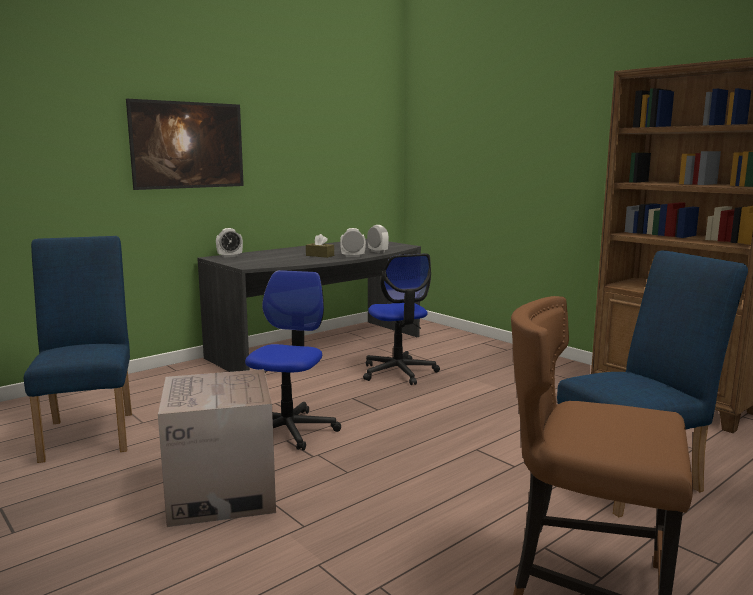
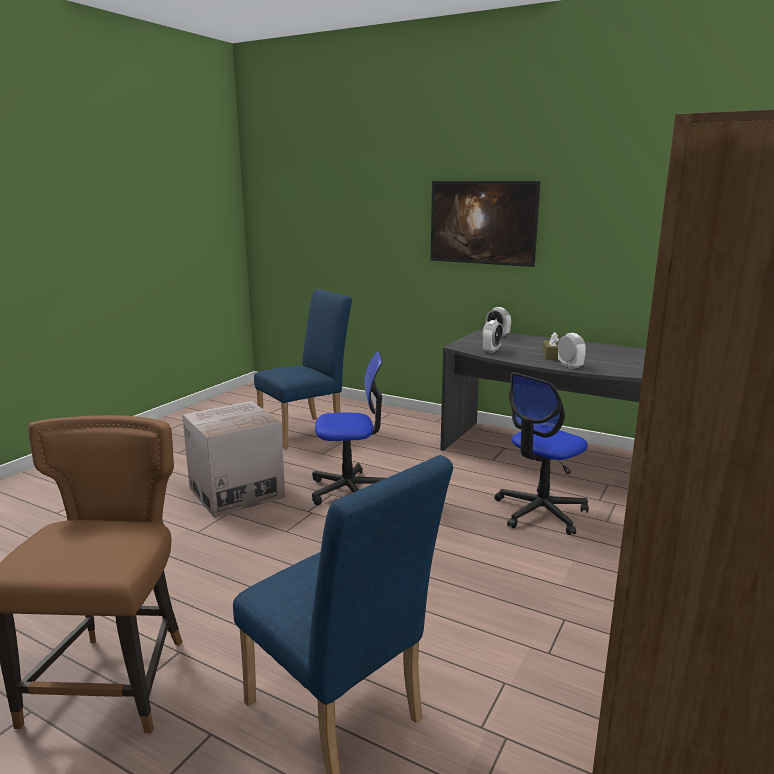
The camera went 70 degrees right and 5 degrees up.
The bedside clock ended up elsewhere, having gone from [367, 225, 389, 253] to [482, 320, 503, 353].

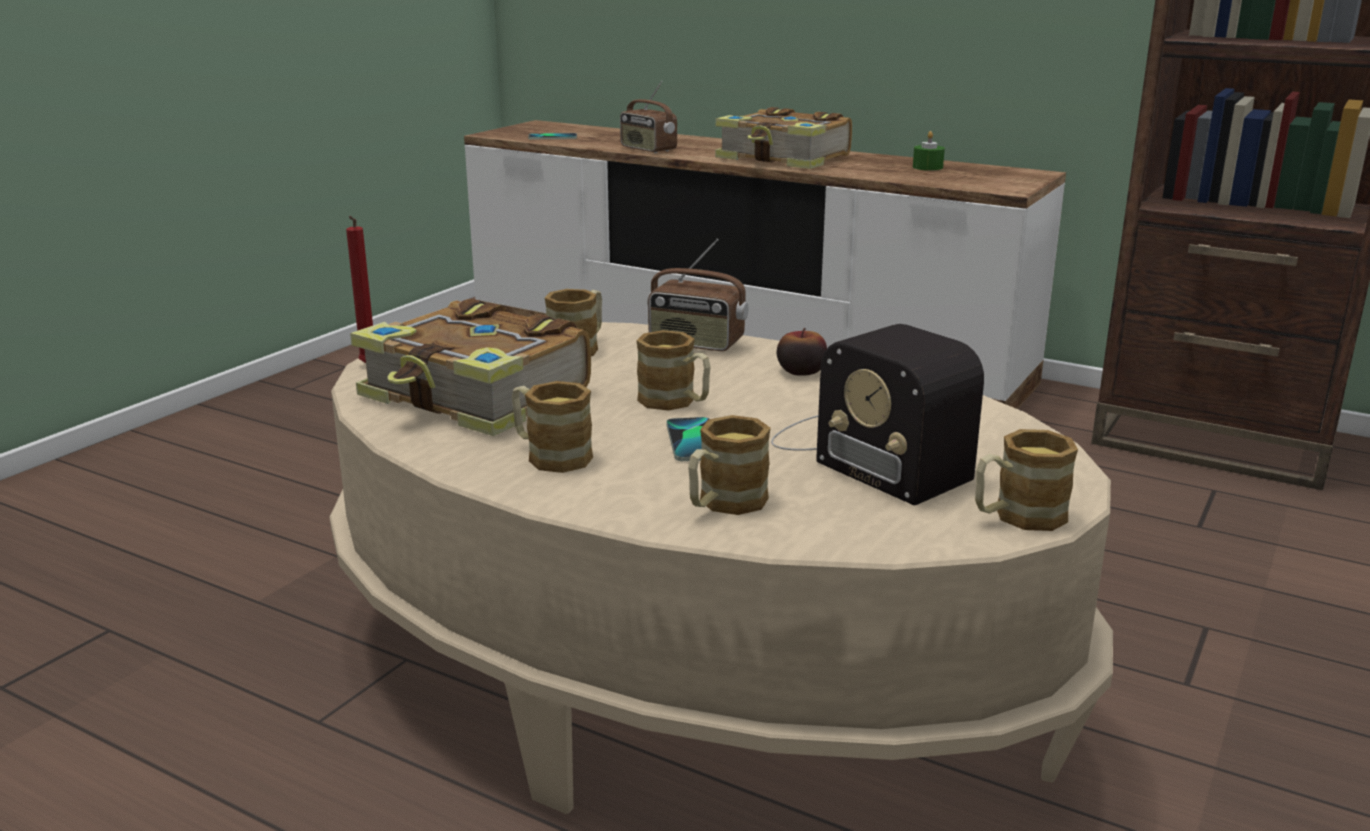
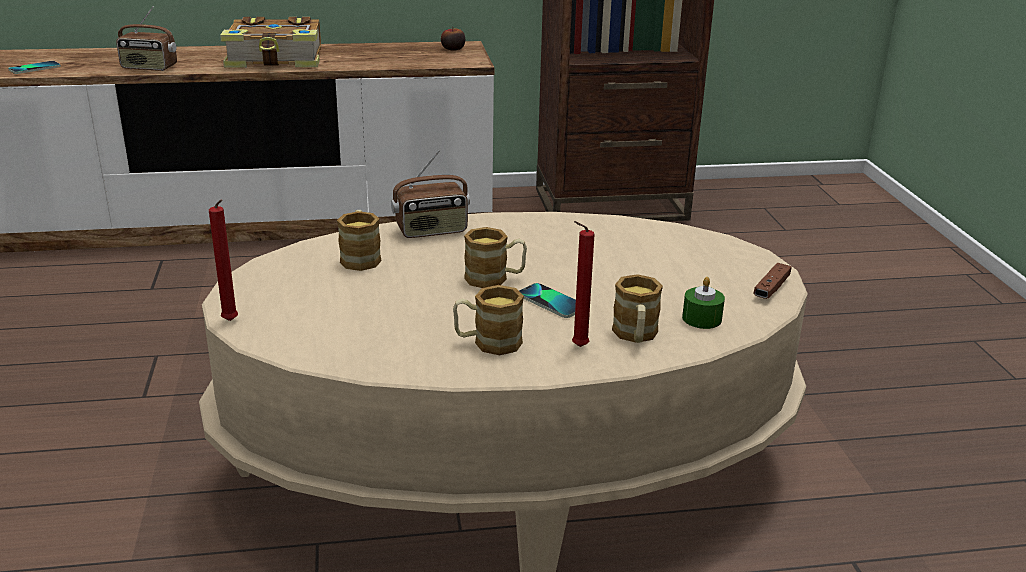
The camera went 40 degrees left and 5 degrees up.
The second view lost the bound book at [350, 298, 591, 436].
The second view lost the radio at [771, 324, 984, 505].
The whole apple ended up elsewhere, having gone from [777, 328, 827, 376] to [441, 27, 465, 51].
The green wax light ended up elsewhere, having gone from [913, 131, 945, 171] to [682, 277, 725, 329].
Where the tea mug stood at [975, 429, 1078, 531], the brown-coloured joypad came to stand at [753, 263, 792, 299].
The second view gained the red wax light at [572, 221, 595, 347].

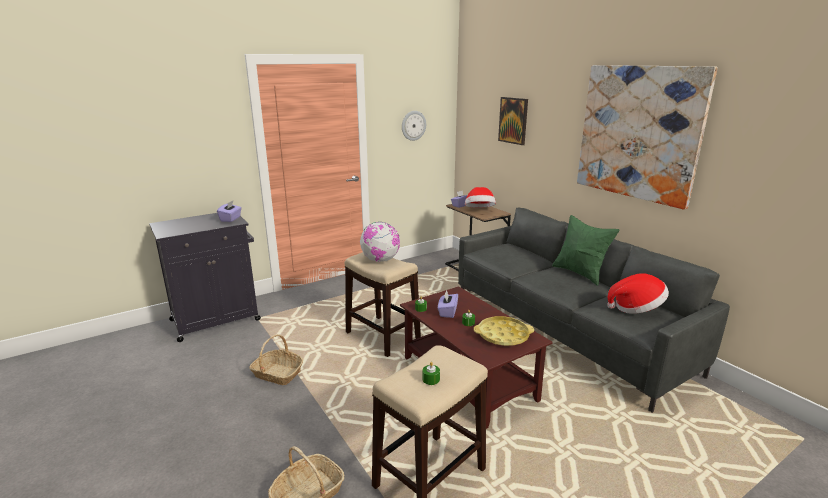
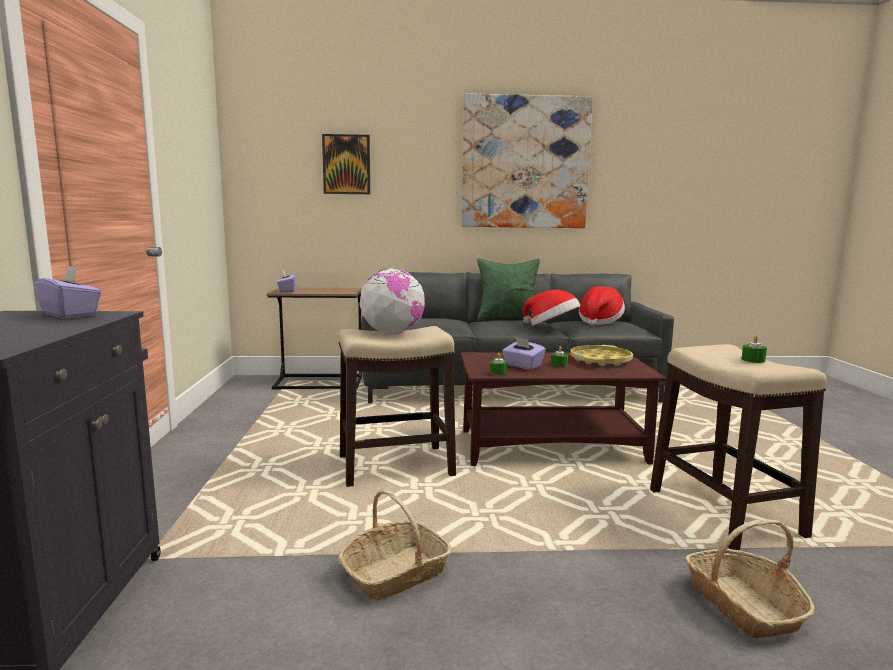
The camera went 60 degrees left and 10 degrees down.
The second view lost the clock on the wall at [402, 111, 426, 141].
The hat ended up elsewhere, having gone from [465, 187, 496, 208] to [523, 290, 580, 326].

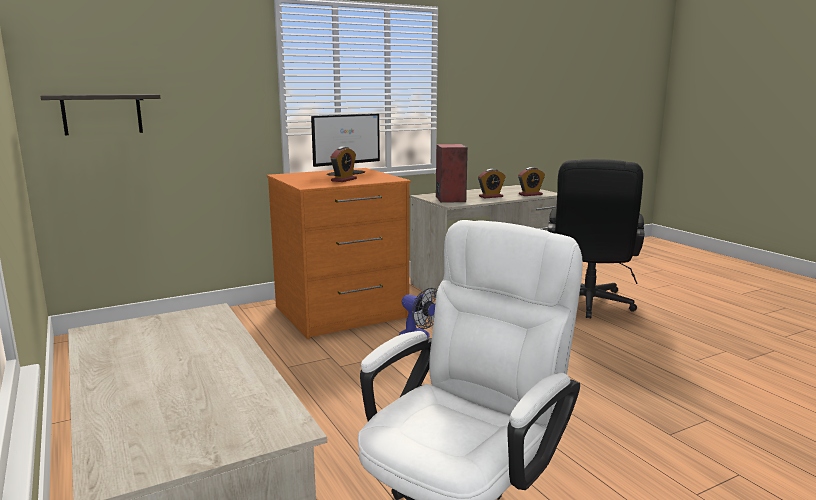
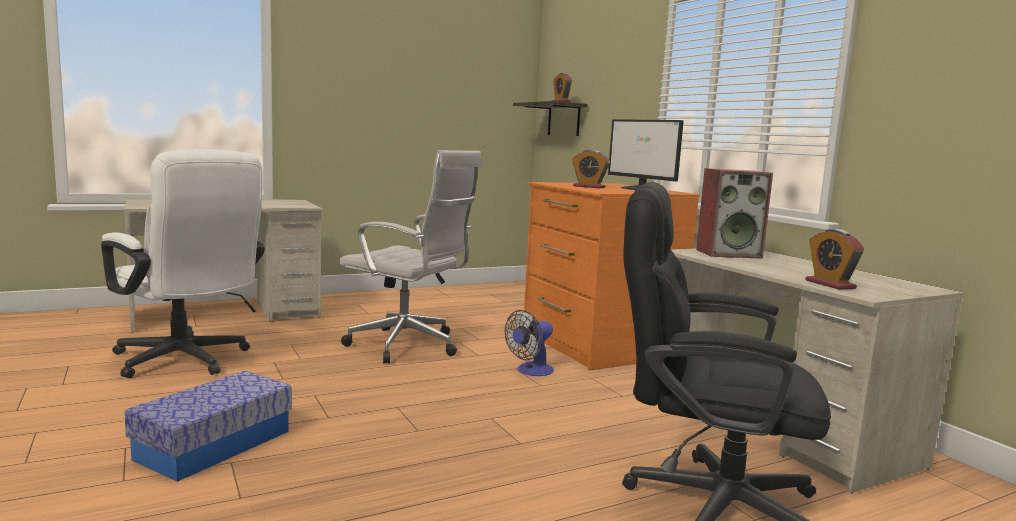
The camera went 90 degrees right and 5 degrees down.
The bedside clock ended up elsewhere, having gone from [478, 169, 506, 198] to [551, 73, 572, 102].
The second view gained the storage box at [124, 371, 292, 482].
The second view gained the whitish computer chair at [339, 150, 482, 364].

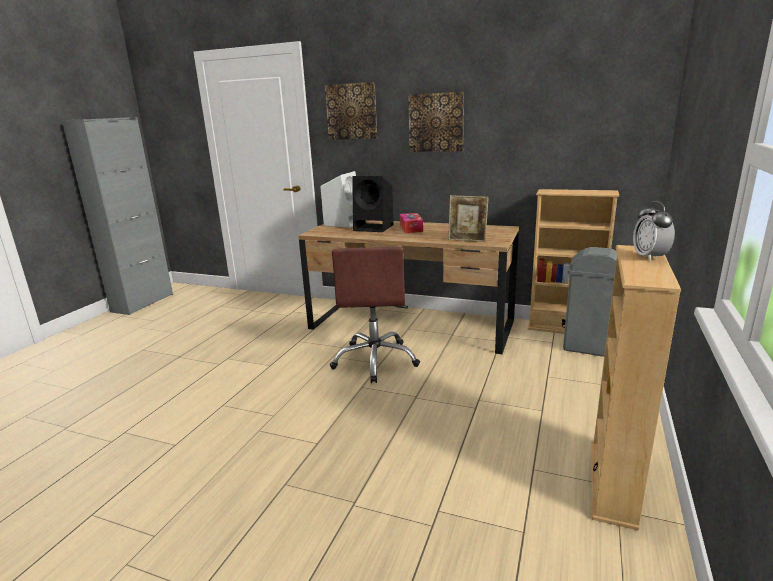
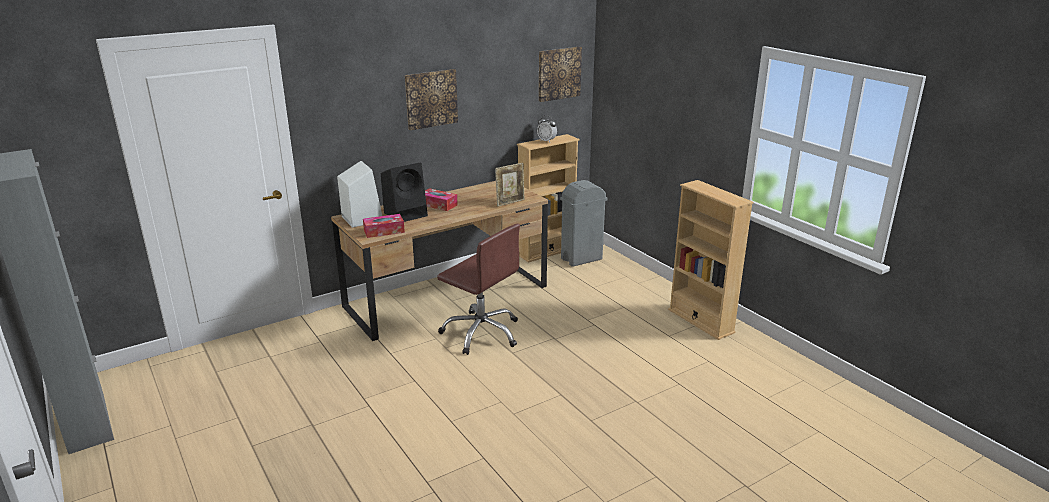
The camera went 55 degrees left and 5 degrees up.
The picture ended up elsewhere, having gone from [325, 82, 377, 140] to [539, 47, 582, 102].
The bedside clock ended up elsewhere, having gone from [633, 201, 675, 261] to [537, 115, 557, 142].
The second view gained the tissue box at [363, 214, 405, 238].

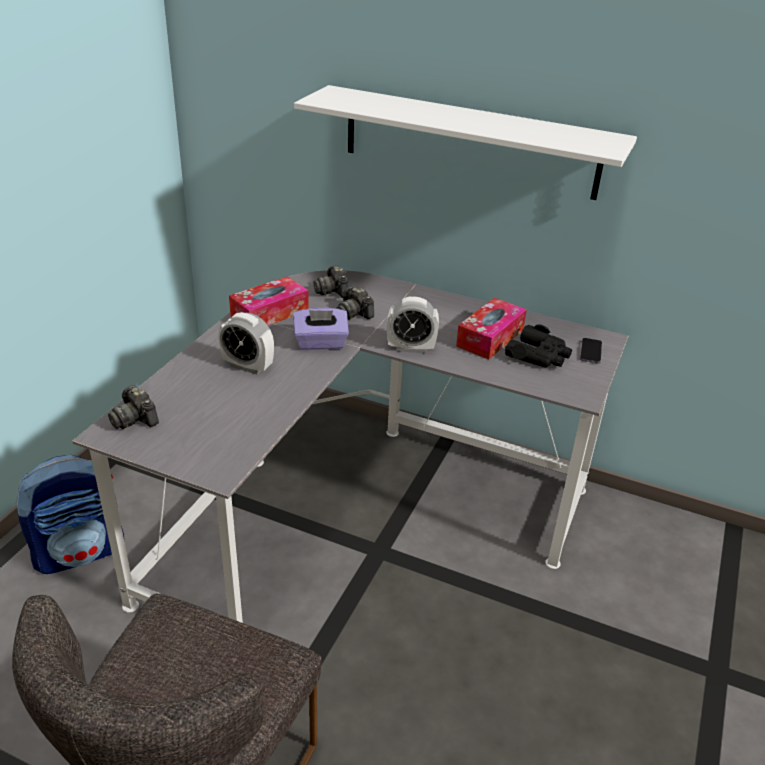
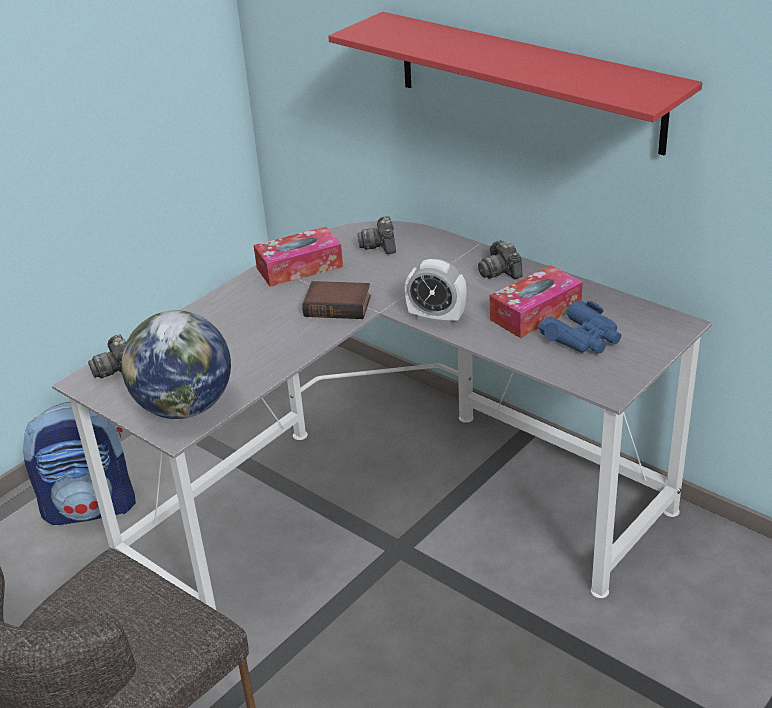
The camera went 20 degrees right and 0 degrees up.
The second view lost the bedside clock at [218, 312, 274, 374].
Where the purple tissue box stood at [293, 308, 349, 350], the bound book came to stand at [302, 281, 371, 319].
What was the whitish wall shelf at [294, 85, 637, 200] turned into the red wall shelf at [328, 12, 702, 155].
The still camera ended up elsewhere, having gone from [336, 287, 374, 320] to [478, 240, 523, 279].
What was the blackish binoculars at [505, 324, 572, 367] turned into the blue binoculars at [539, 300, 622, 354].
The second view lost the telephone at [580, 338, 602, 363].
The second view gained the desk globe at [121, 310, 231, 419].

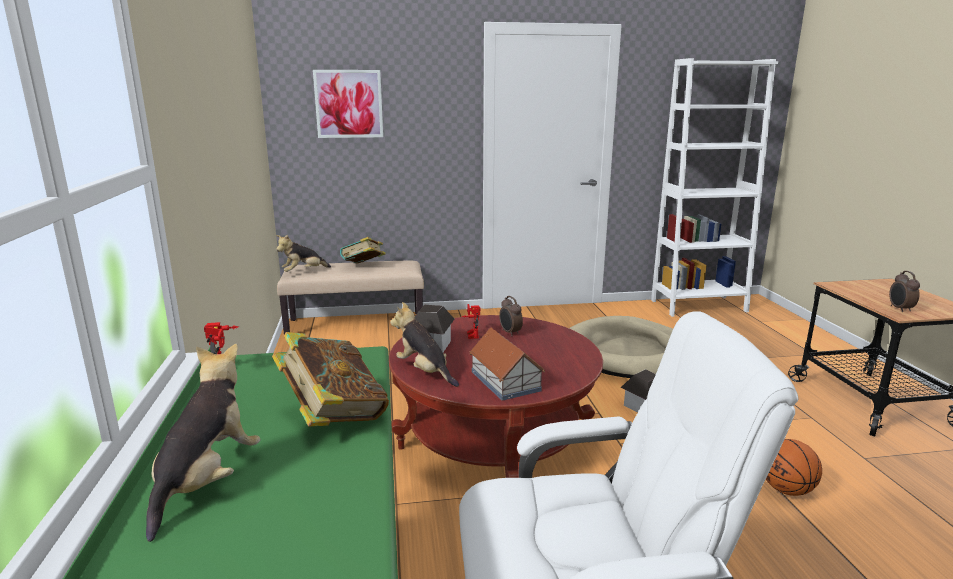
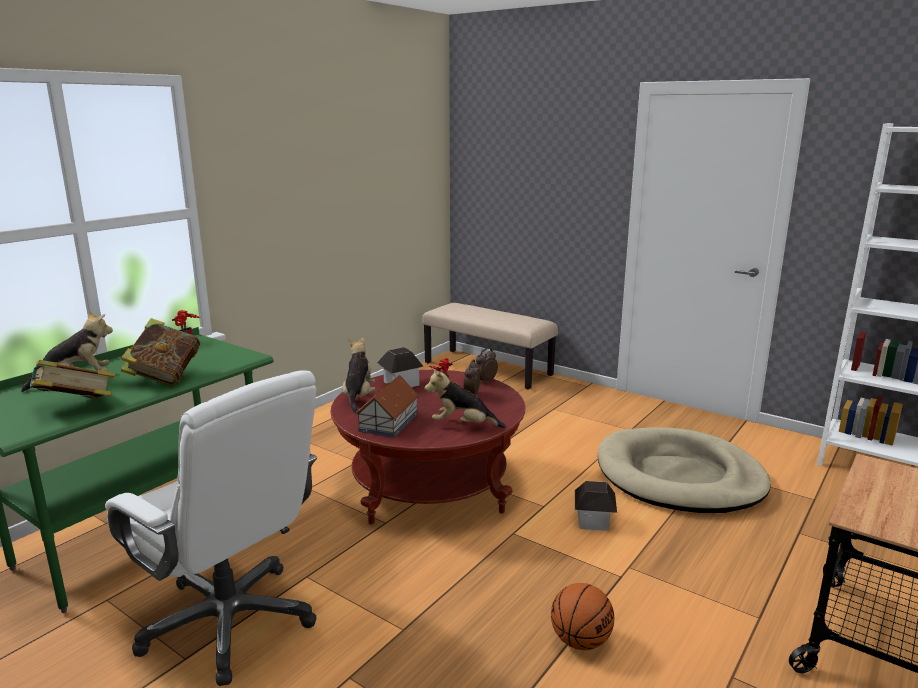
The camera went 45 degrees right and 0 degrees up.
The cuddly toy ended up elsewhere, having gone from [276, 235, 331, 272] to [424, 368, 506, 428].
The second view lost the picture at [313, 70, 383, 138].
The bound book ended up elsewhere, having gone from [340, 237, 386, 264] to [23, 360, 116, 398].
The bedside clock ended up elsewhere, having gone from [889, 271, 920, 312] to [476, 348, 498, 384].

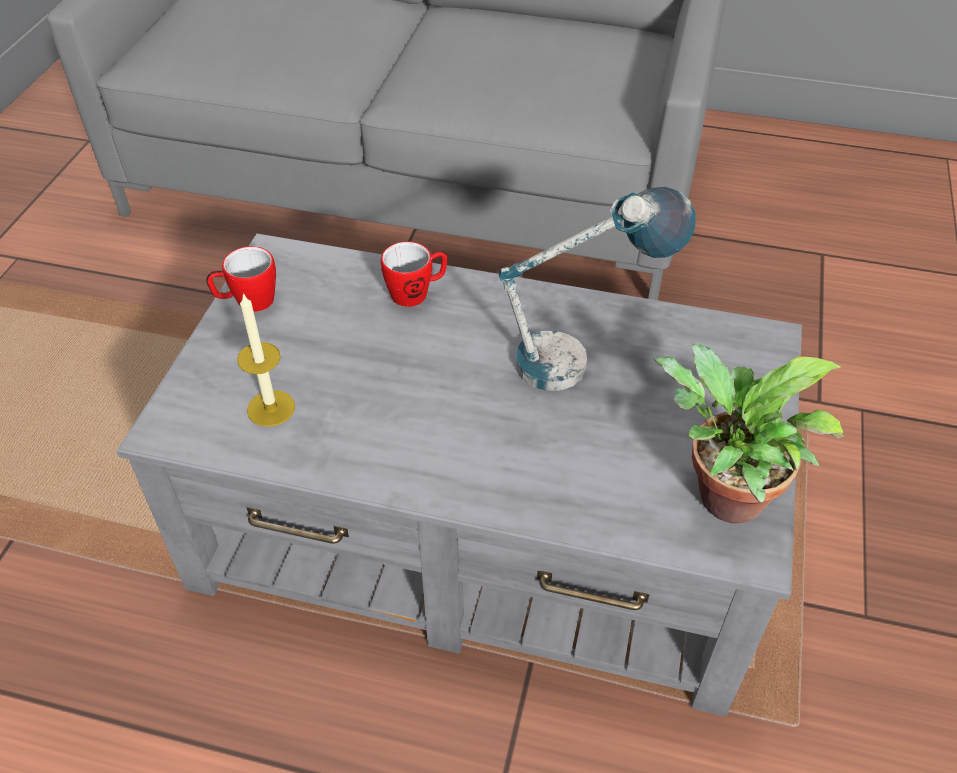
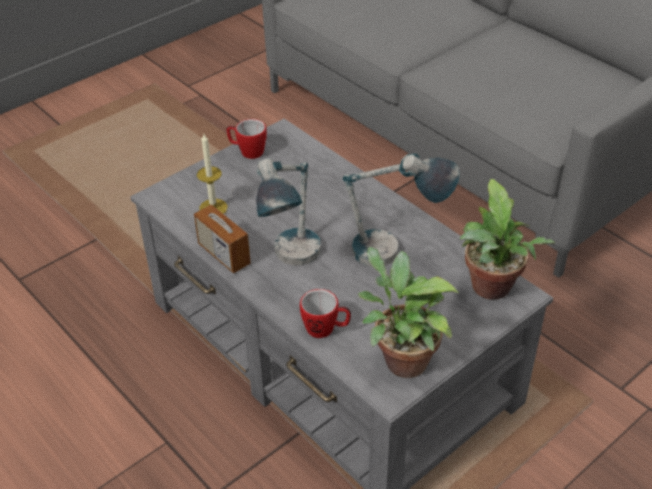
The camera went 35 degrees right and 5 degrees down.
The tea mug ended up elsewhere, having gone from [381, 241, 447, 307] to [300, 289, 351, 338].
The second view gained the radio at [194, 186, 251, 273].
The second view gained the lamp for a table at [256, 158, 321, 265].
The second view gained the potted plant at [460, 179, 555, 300].

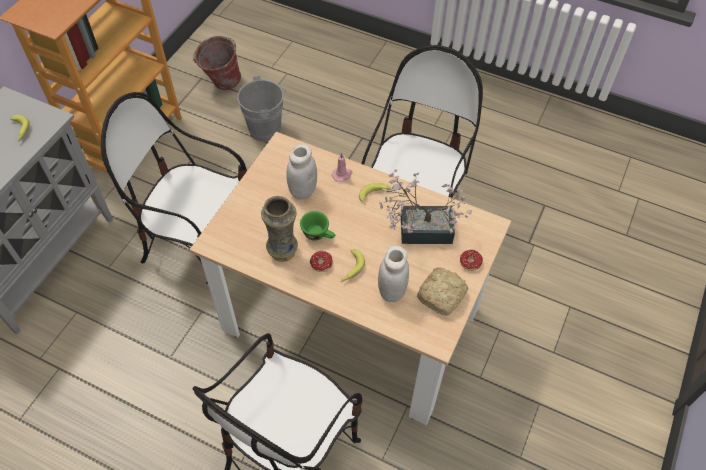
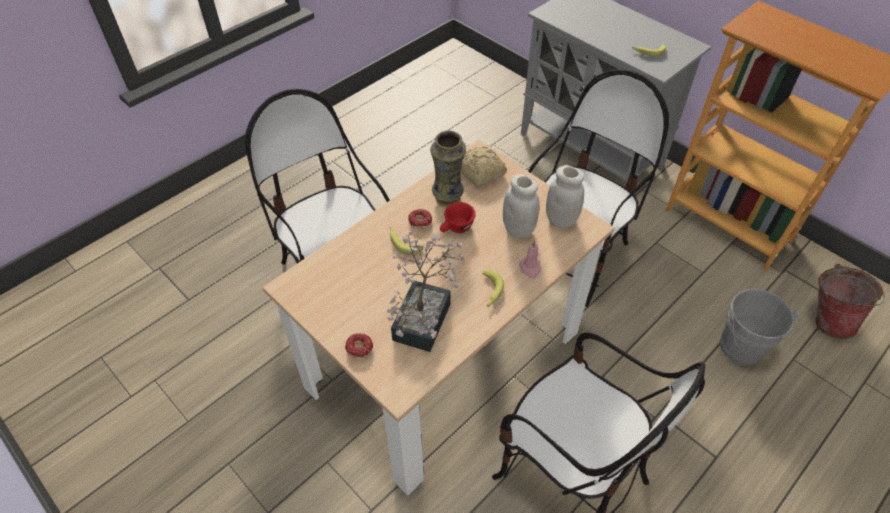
The camera went 110 degrees right and 5 degrees down.
What was the green small cup at [300, 211, 335, 241] turned into the red small cup at [440, 202, 476, 233].
The whitish jar ended up elsewhere, having gone from [378, 246, 409, 302] to [546, 165, 584, 228].
The baked bread ended up elsewhere, having gone from [417, 267, 468, 316] to [461, 147, 507, 187].

